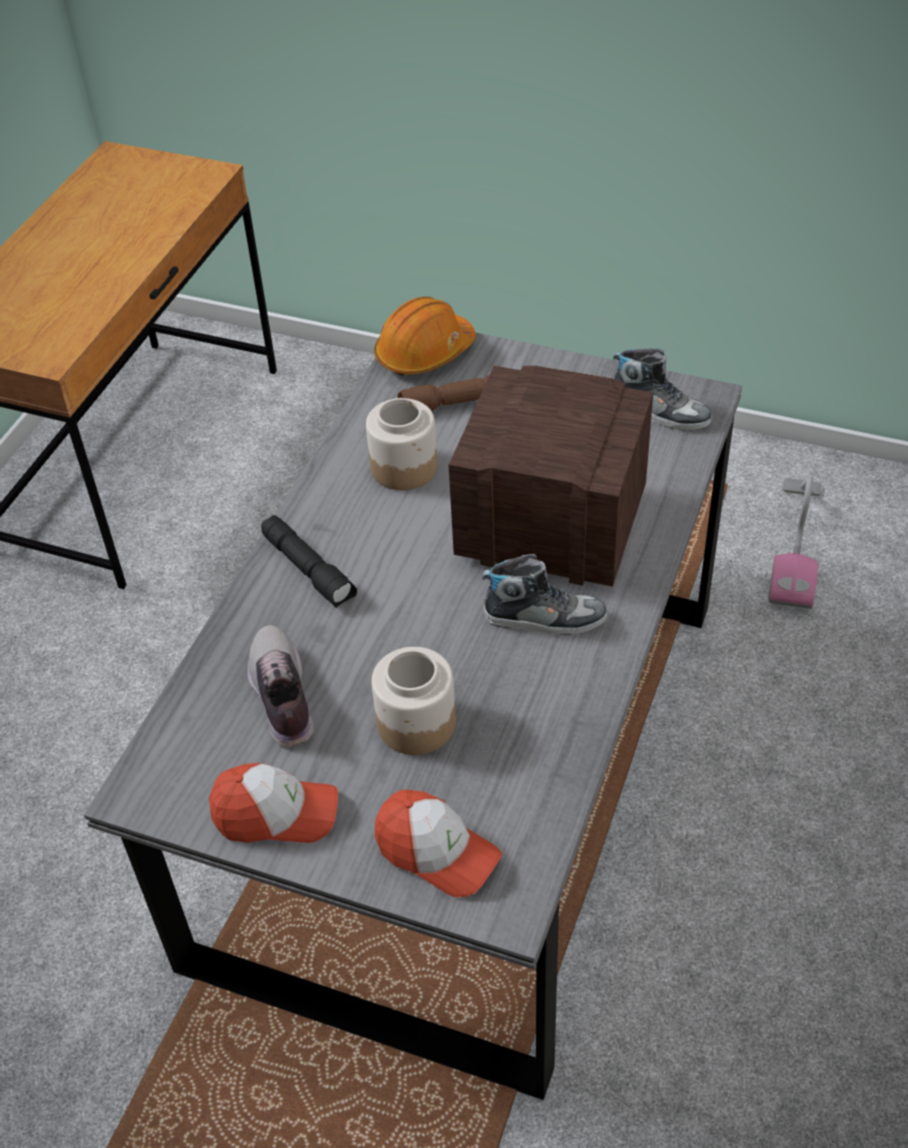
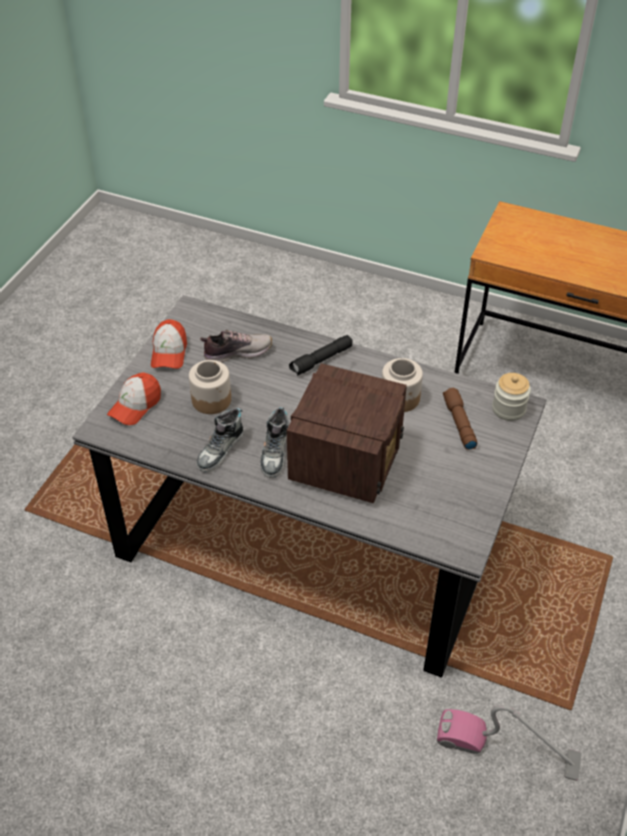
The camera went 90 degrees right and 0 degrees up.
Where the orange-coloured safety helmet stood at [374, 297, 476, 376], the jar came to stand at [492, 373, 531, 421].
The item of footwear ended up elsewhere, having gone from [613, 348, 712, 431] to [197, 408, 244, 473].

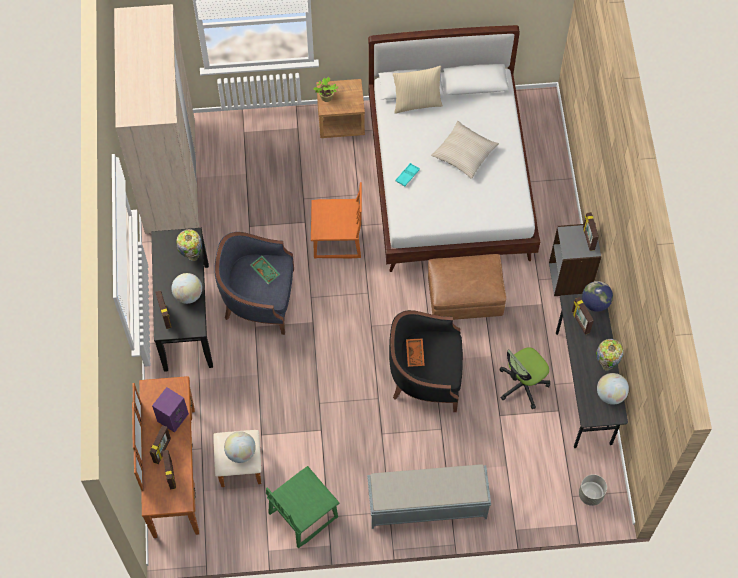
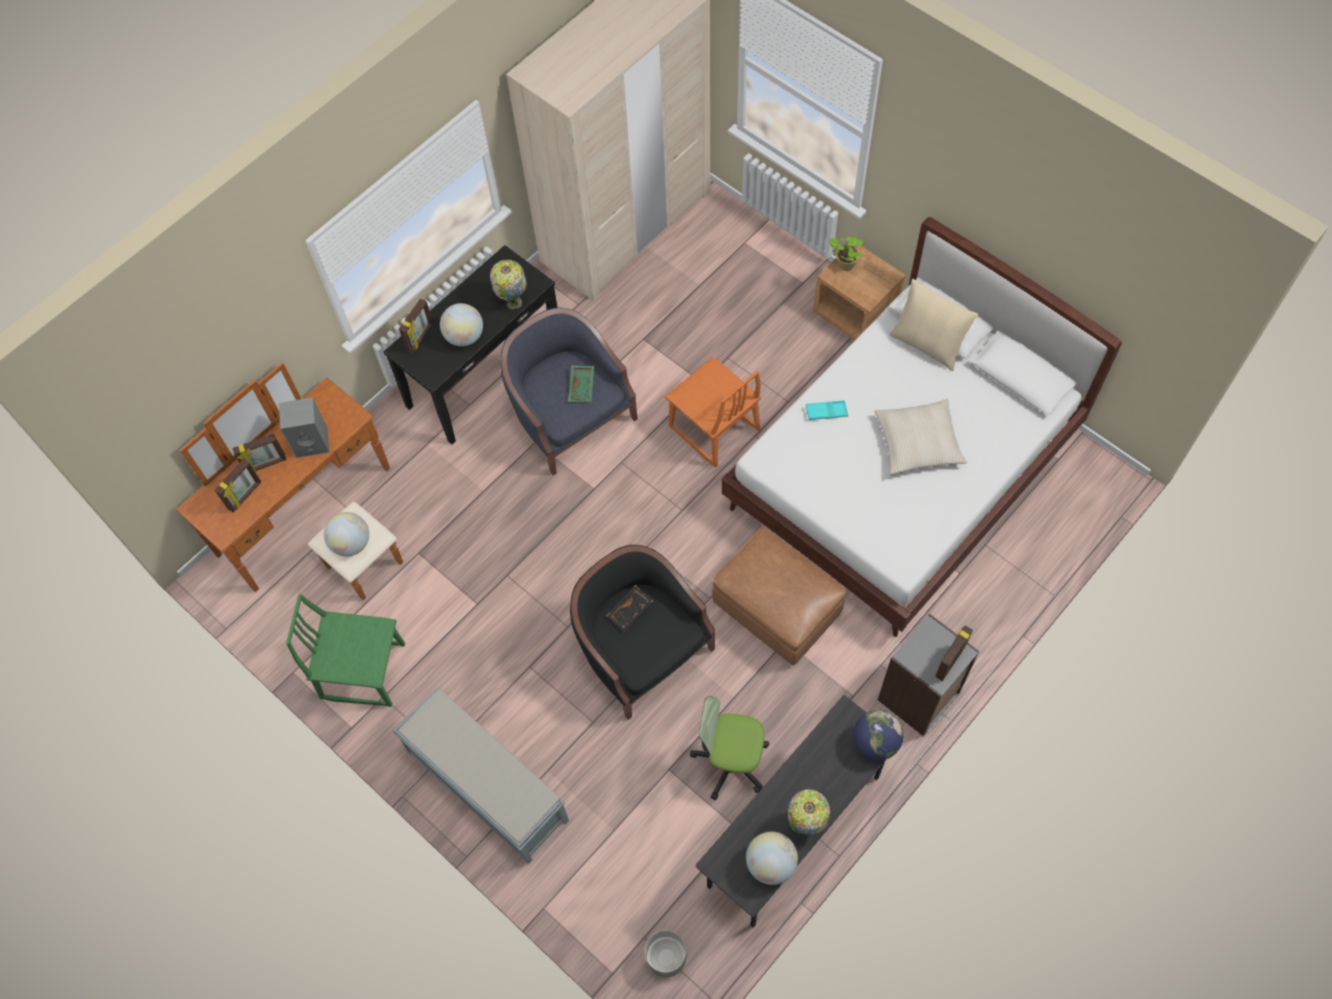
The camera went 50 degrees right and 0 degrees up.
What was the purple loudspeaker at [152, 387, 189, 433] turned into the gray loudspeaker at [279, 397, 329, 458].
What was the orange-coloured carrying tray at [406, 338, 425, 367] turned into the blackish carrying tray at [606, 585, 653, 631].
The second view lost the photo frame at [572, 297, 594, 335].

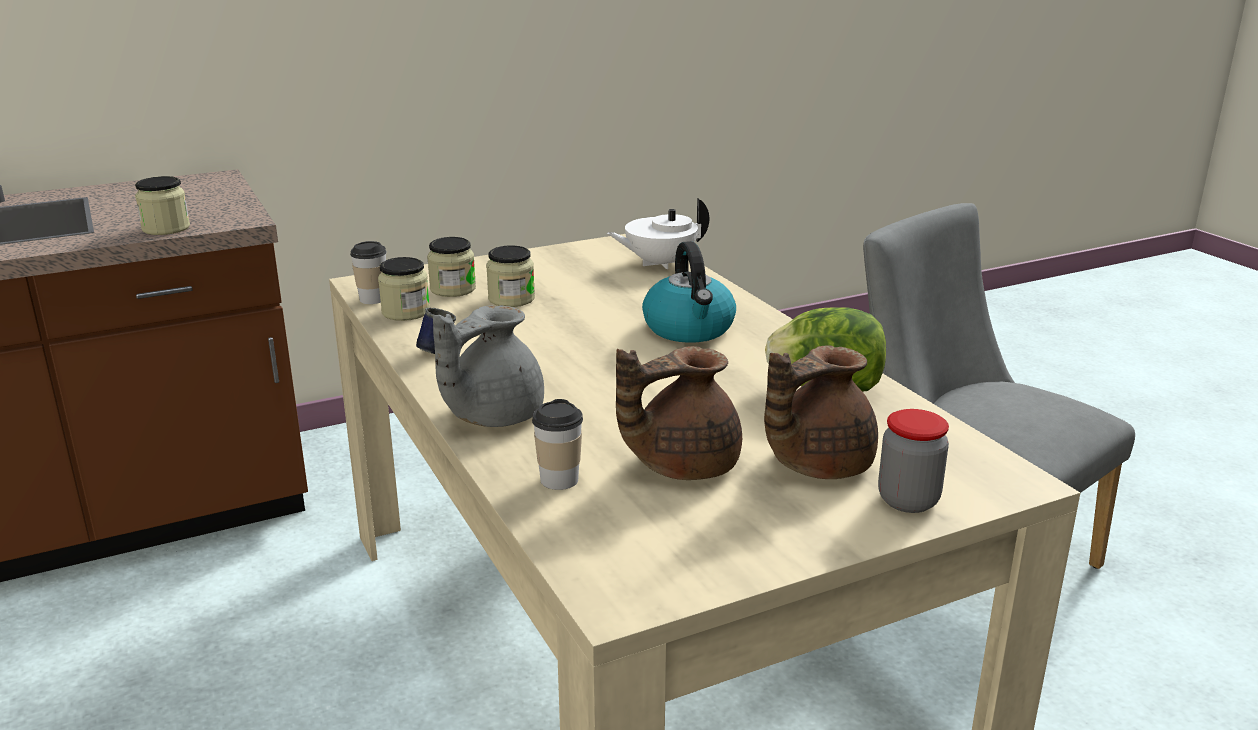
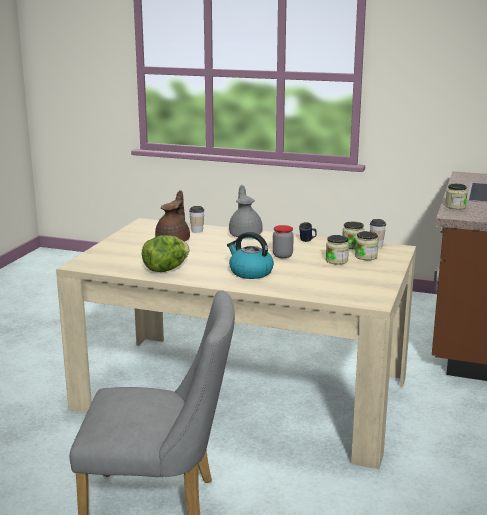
The camera went 135 degrees right and 5 degrees down.
The second view lost the whitish pot for tea at [607, 198, 709, 269].
The second view lost the brown-coloured pot for tea at [764, 346, 878, 479].
The jar ended up elsewhere, having gone from [878, 409, 949, 513] to [273, 225, 294, 258].

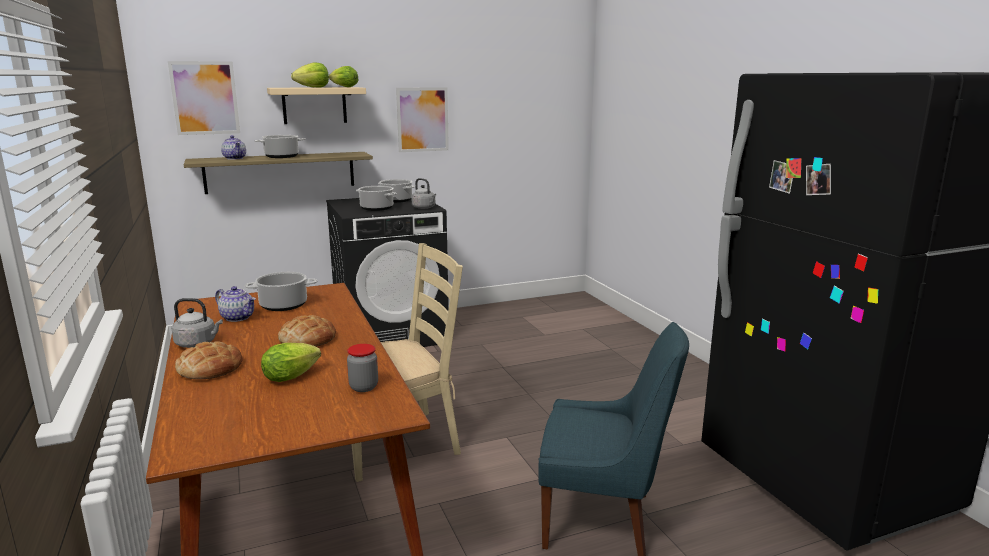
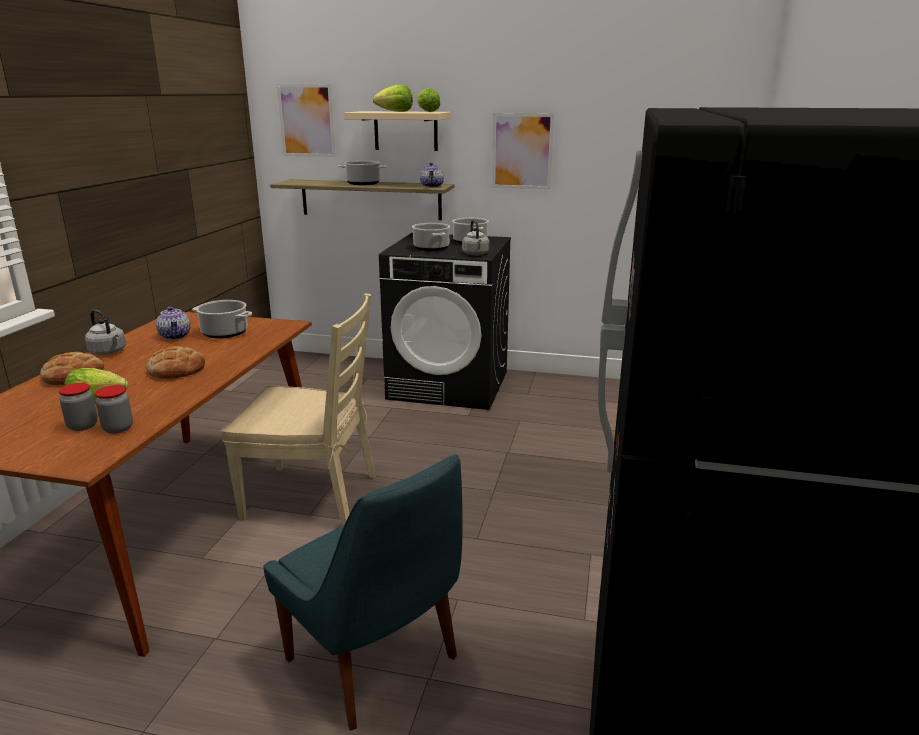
The camera went 35 degrees right and 5 degrees up.
The pot for tea ended up elsewhere, having gone from [221, 135, 246, 160] to [420, 162, 444, 188].
The second view gained the jar at [59, 383, 98, 431].

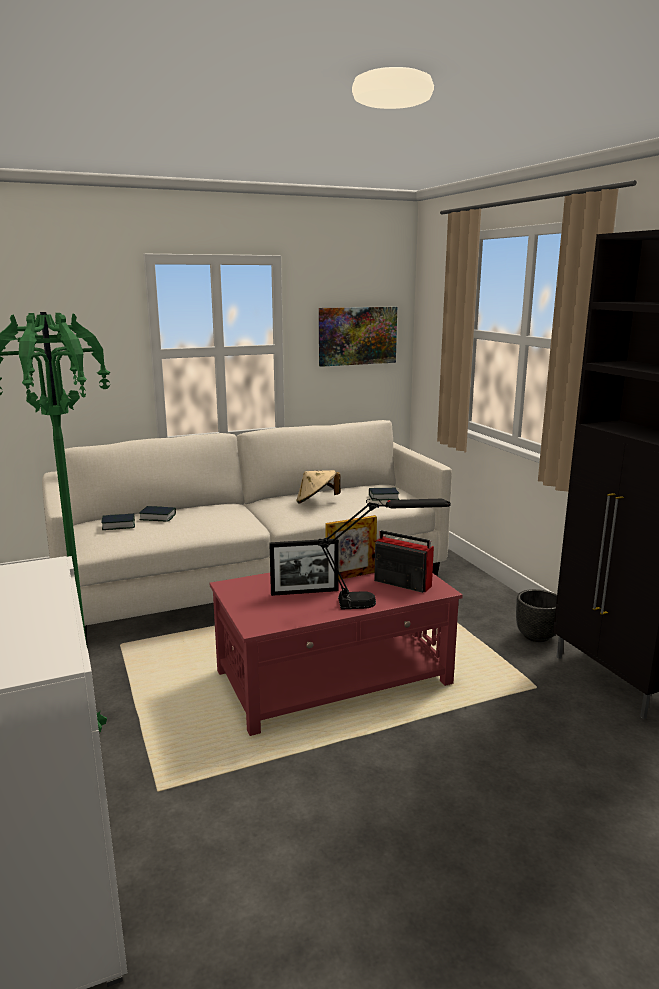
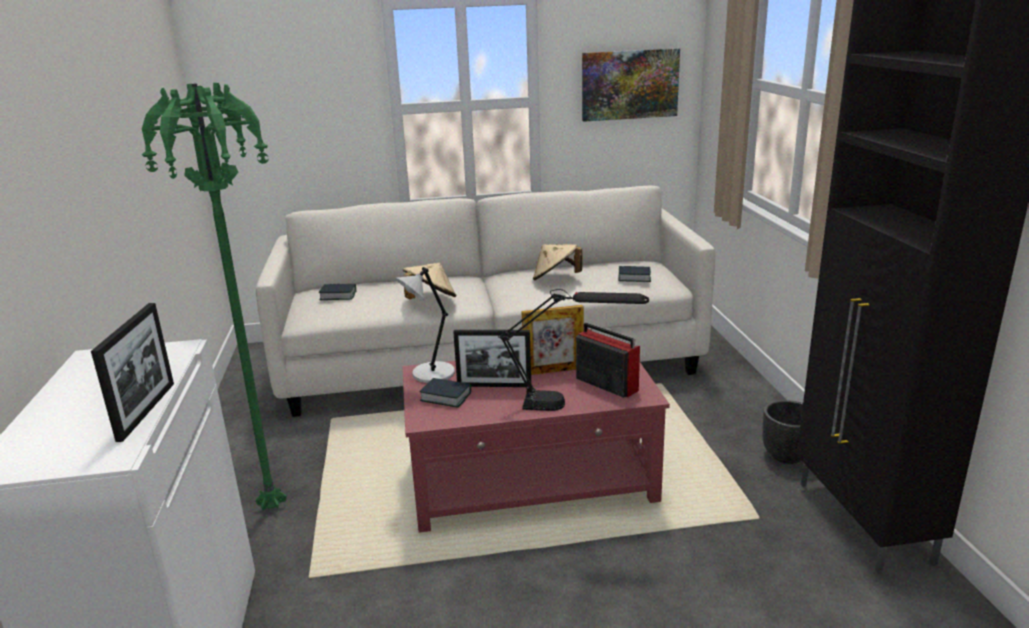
The camera went 15 degrees right and 5 degrees up.
The bound book ended up elsewhere, having gone from [139, 506, 176, 522] to [419, 378, 471, 408].
The second view gained the photo frame at [91, 303, 174, 442].
The second view gained the gray lamp for a table at [395, 267, 455, 383].
The second view gained the beige-coloured hat at [402, 263, 456, 299].

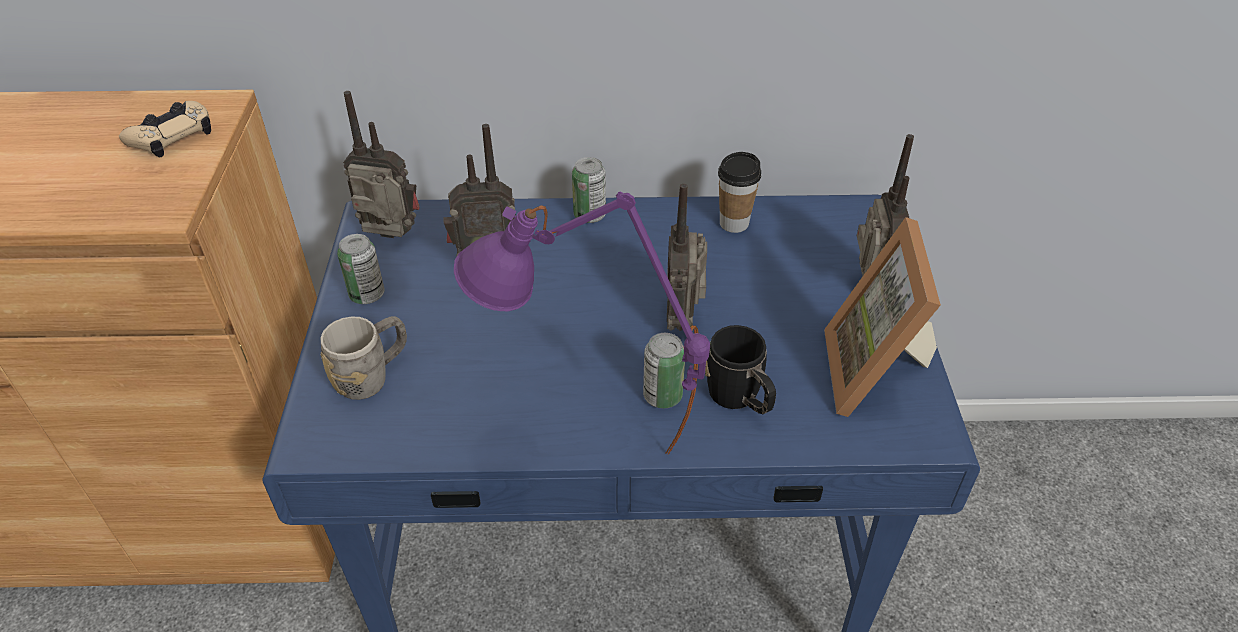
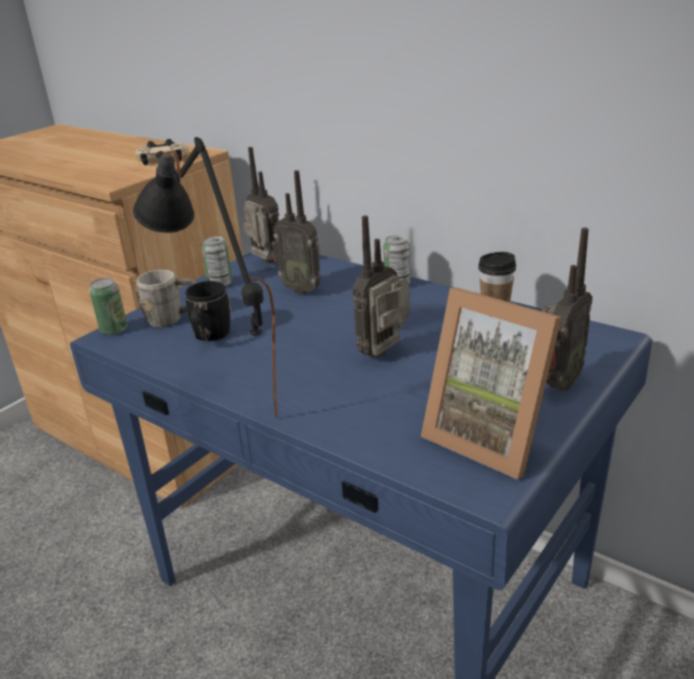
The camera went 40 degrees right and 15 degrees down.
What was the purple lamp for a table at [454, 191, 710, 454] turned into the blackish lamp for a table at [133, 137, 277, 418].
The sealed can ended up elsewhere, having gone from [643, 333, 685, 408] to [89, 278, 127, 335].
The blackish tea mug ended up elsewhere, having gone from [705, 325, 776, 414] to [185, 281, 231, 341].
The photo frame at [824, 217, 941, 417] ended up facing another way, 90 degrees counterclockwise from before.

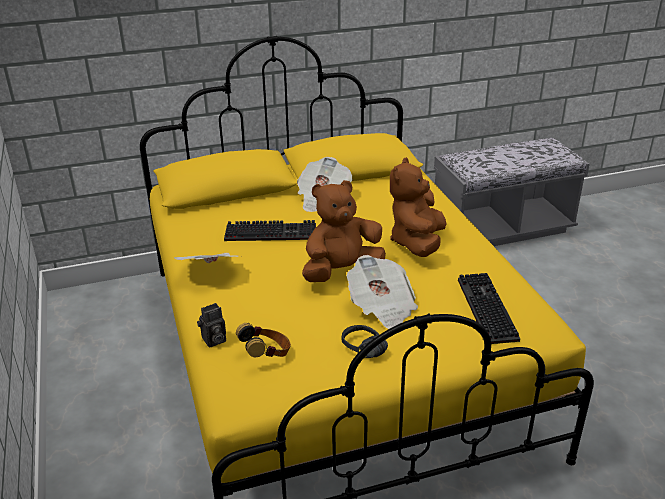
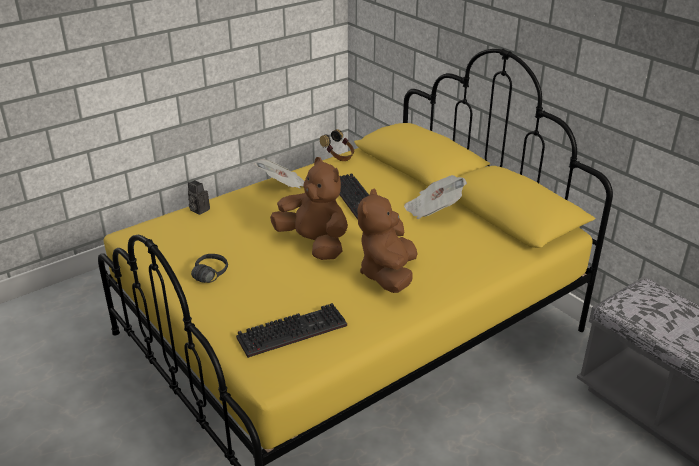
The camera went 70 degrees right and 0 degrees up.
The pair of headphones ended up elsewhere, having gone from [236, 323, 291, 358] to [320, 129, 354, 161].
The second view lost the printed paper at [347, 255, 418, 329].
The brown-coloured cuddly toy at [390, 157, 446, 257] ended up facing another way, 75 degrees counterclockwise from before.

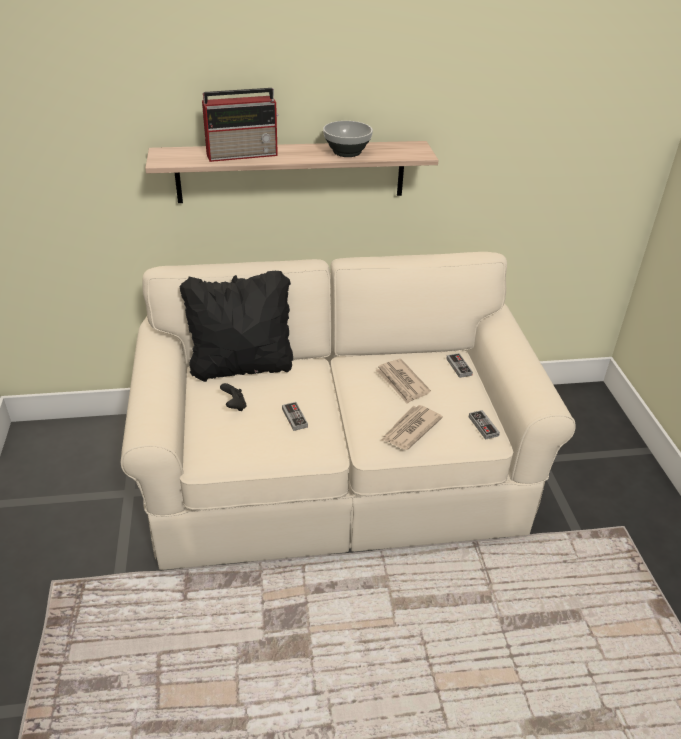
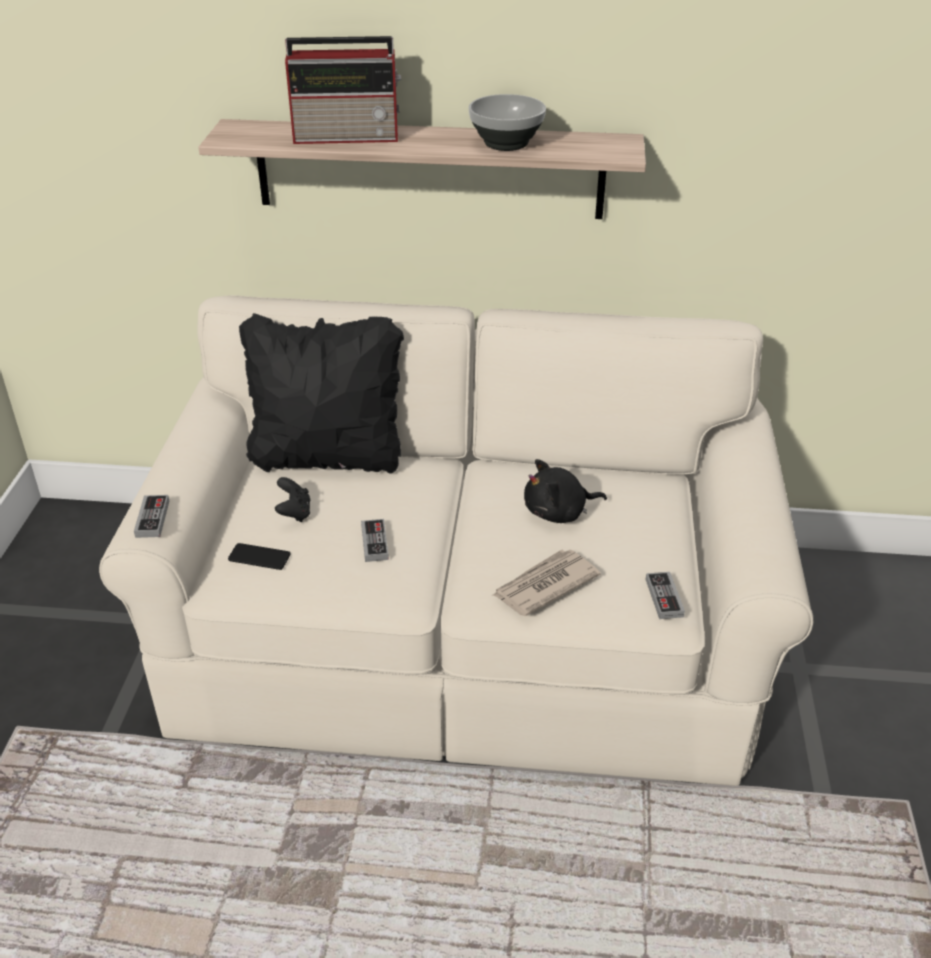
The camera went 15 degrees right and 0 degrees up.
Where the printed paper stood at [376, 359, 431, 404], the blackish cuddly toy came to stand at [524, 459, 607, 523].
The joypad ended up elsewhere, having gone from [446, 353, 473, 378] to [134, 495, 169, 538].
The second view gained the telephone at [228, 543, 291, 570].

